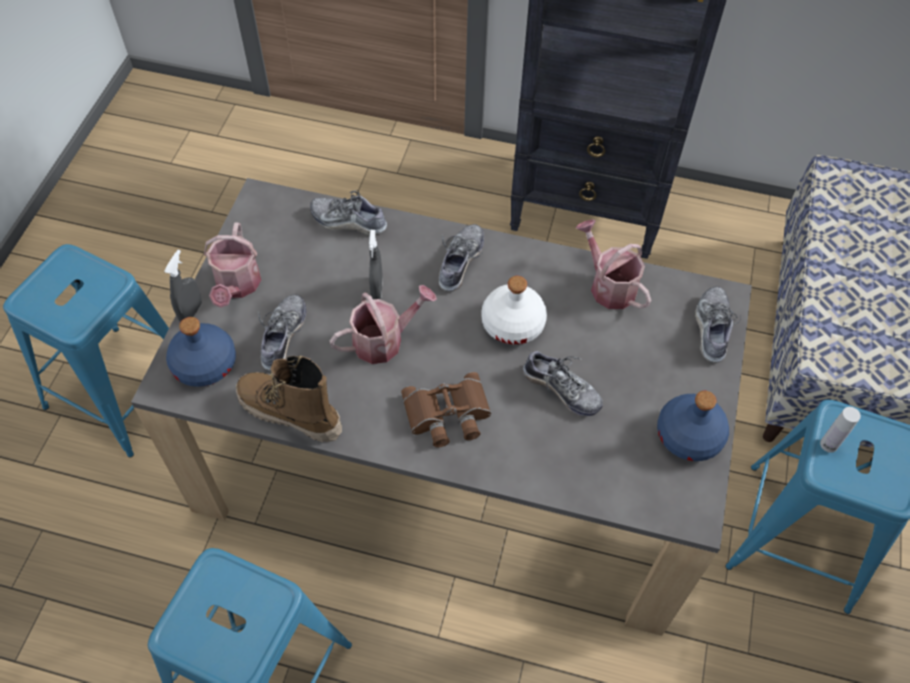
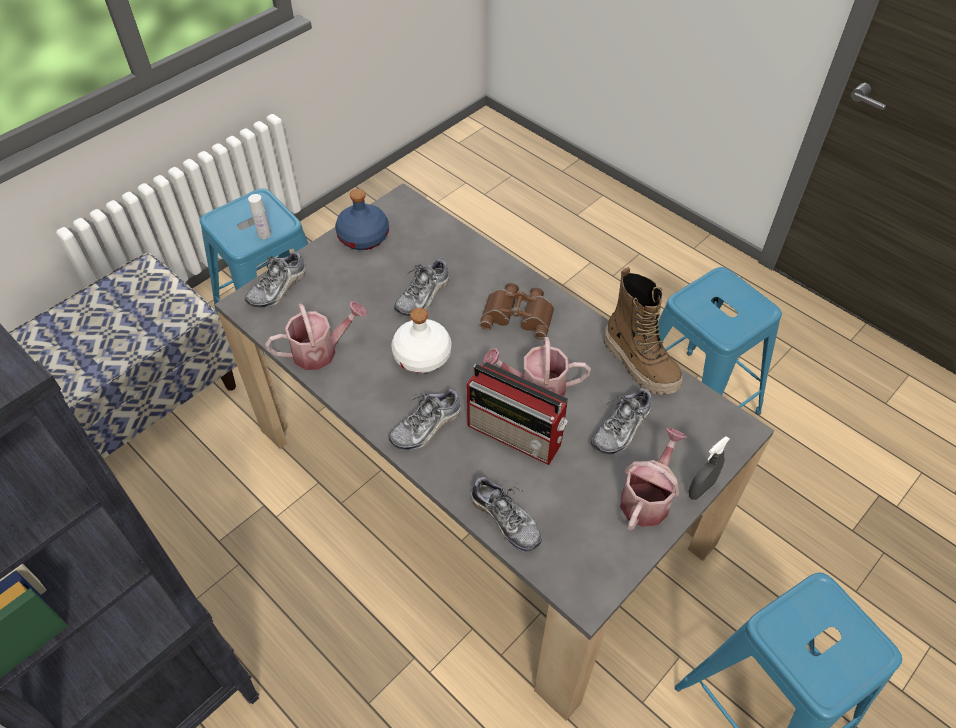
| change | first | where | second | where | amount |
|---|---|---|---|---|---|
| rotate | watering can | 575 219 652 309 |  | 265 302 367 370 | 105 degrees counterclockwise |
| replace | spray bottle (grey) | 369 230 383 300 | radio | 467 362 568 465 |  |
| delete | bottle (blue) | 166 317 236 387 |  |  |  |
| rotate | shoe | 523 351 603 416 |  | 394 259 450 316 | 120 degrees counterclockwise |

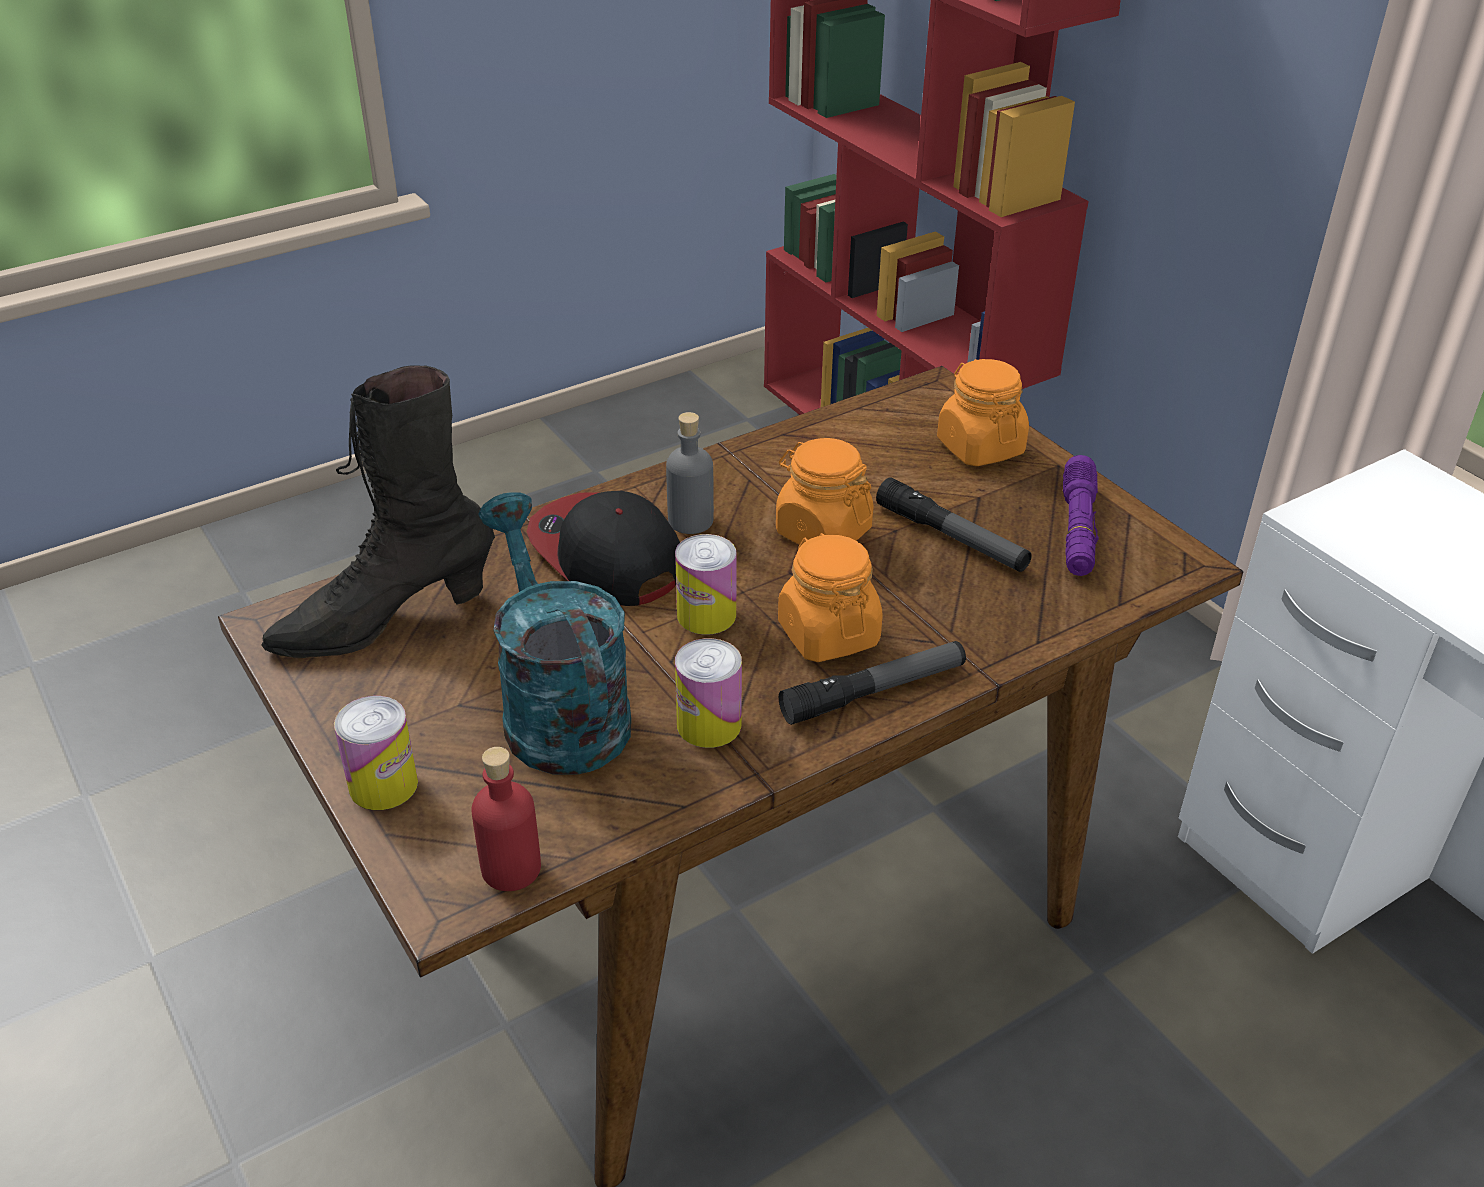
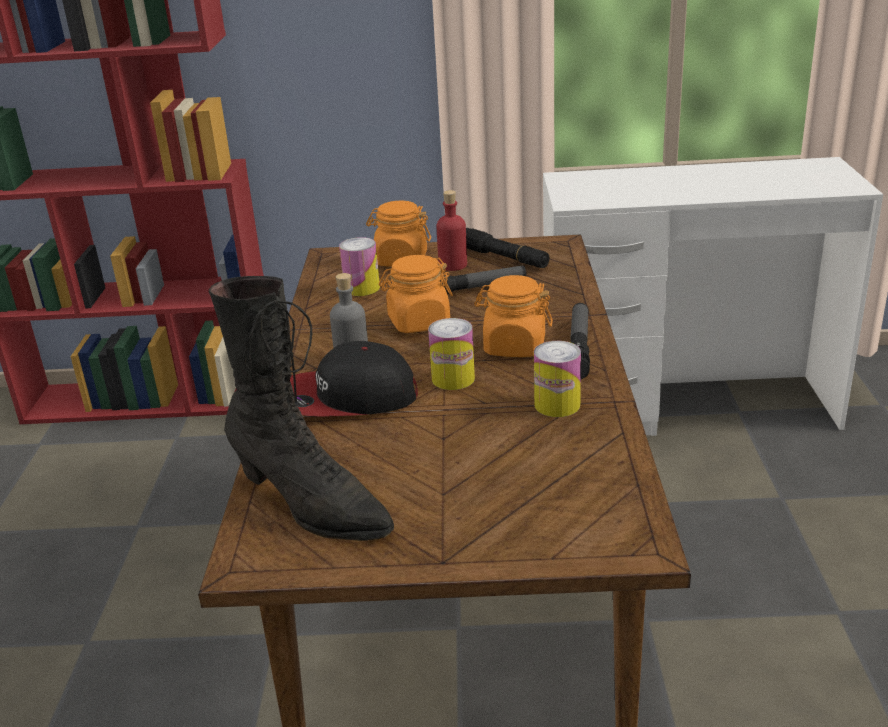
| change | first | where | second | where | amount |
|---|---|---|---|---|---|
| rotate | boot (black) | 261 365 495 659 |  | 209 276 394 541 | 60 degrees counterclockwise |
| recolor | flashlight (purple) | 1063 455 1099 576 | flashlight (black) | 466 228 550 268 |  |
| delete | watering can (turquoise) | 478 492 631 774 |  |  |  |
| move | can | 334 696 418 810 |  | 339 237 380 296 |  |
| move | bottle (red) | 471 747 541 891 |  | 437 190 467 271 |  |

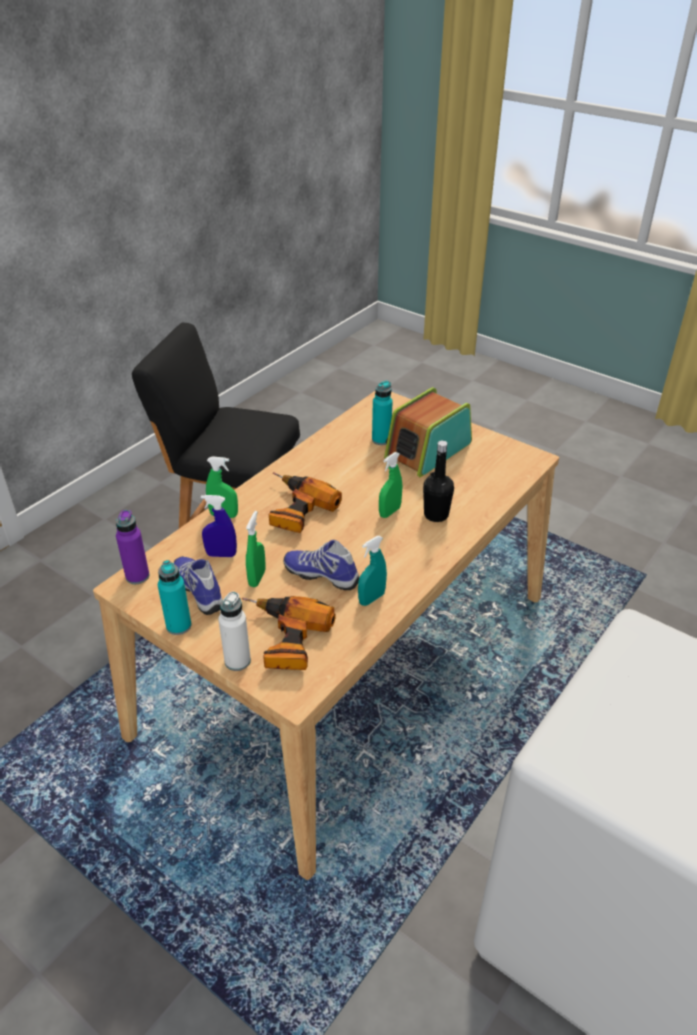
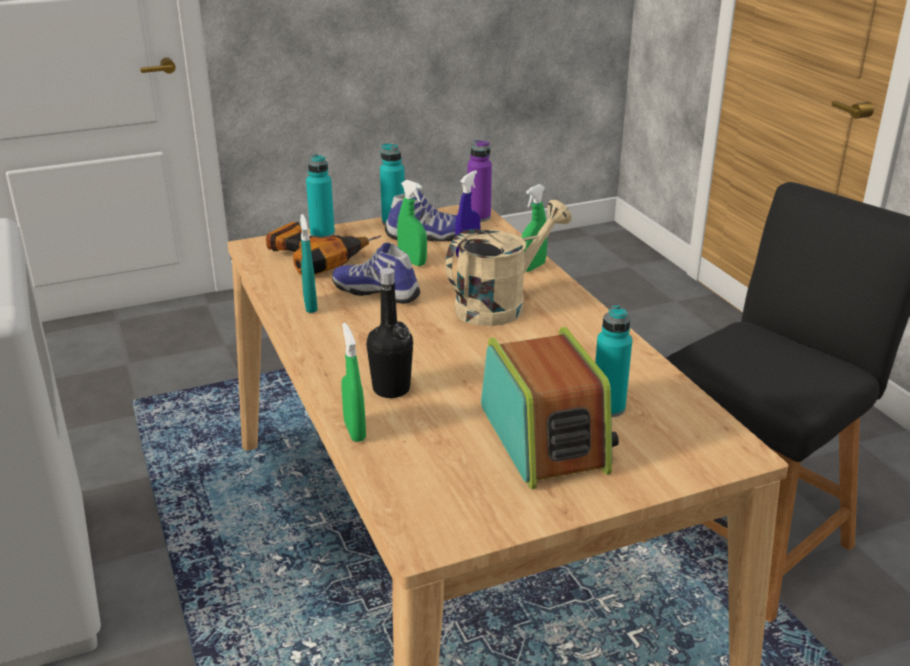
| change | first | where | second | where | amount |
|---|---|---|---|---|---|
| move | spray bottle (green) | 379 452 402 518 |  | 342 323 366 442 |  |
| replace | power drill | 269 472 342 533 | watering can (beige) | 446 200 572 326 |  |
| rotate | shoe | 284 540 359 590 |  | 332 243 420 304 | 120 degrees counterclockwise |
| recolor | bottle (white) | 218 592 251 671 | bottle (turquoise) | 306 154 335 238 |  |

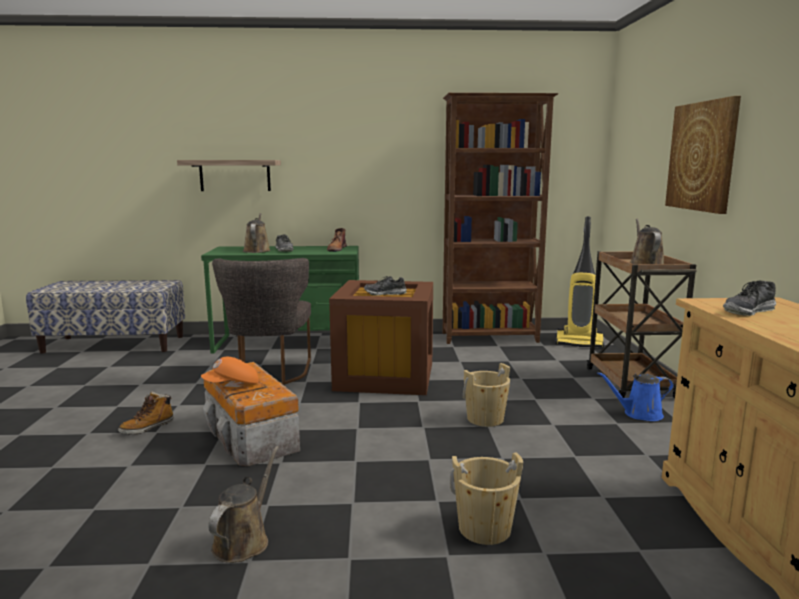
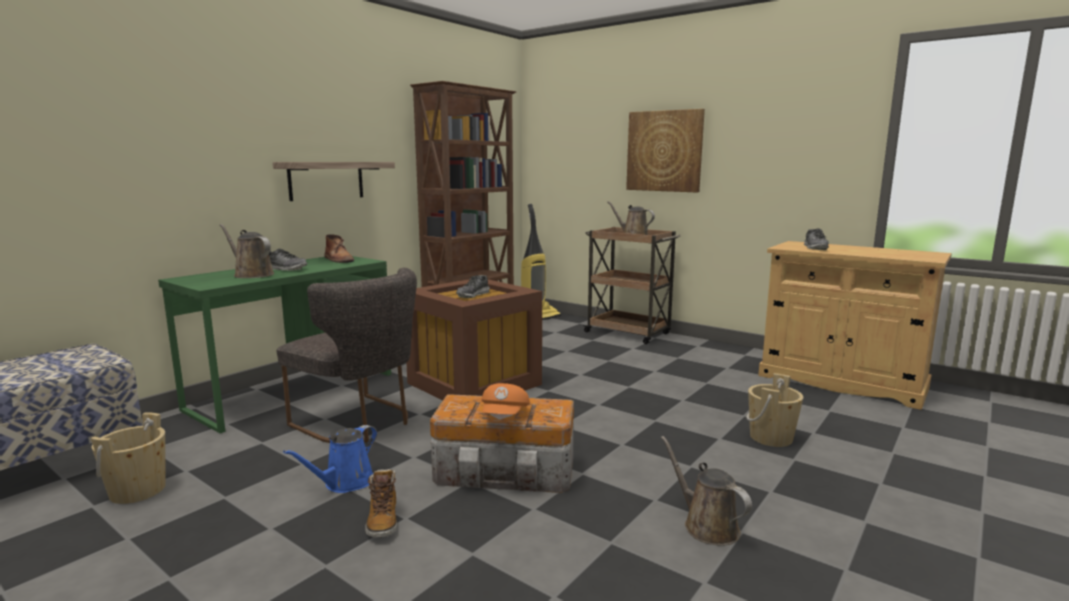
| change | first | where | second | where | amount |
|---|---|---|---|---|---|
| move | shelf | 177 160 281 191 |  | 273 162 395 201 |  |
| move | bucket (beige) | 463 363 510 427 |  | 91 412 166 504 |  |
| move | watering can (blue) | 597 372 674 421 |  | 283 425 377 493 |  |

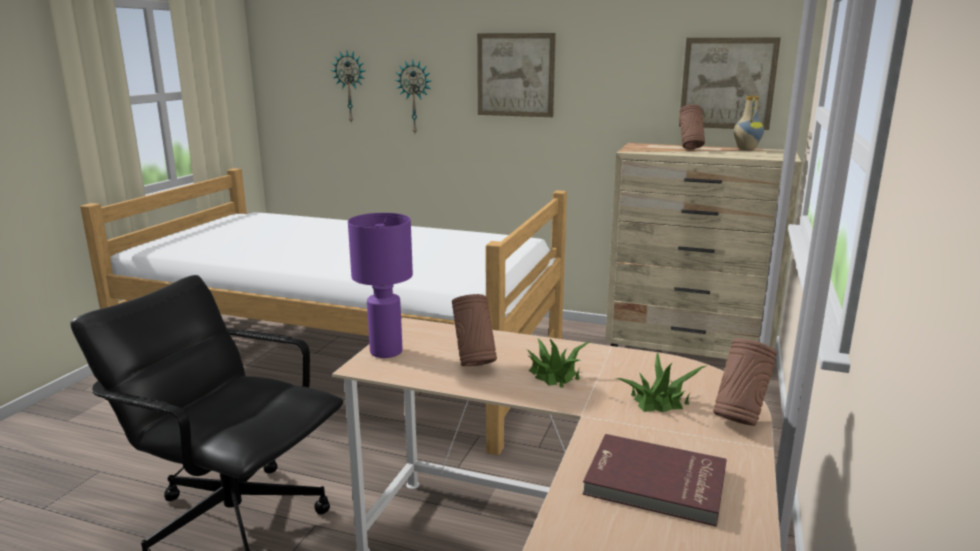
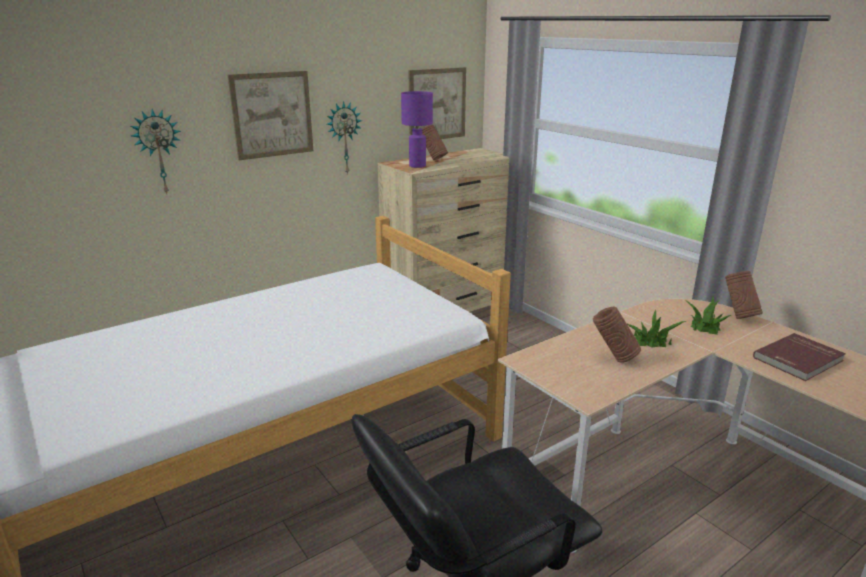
| change | first | where | second | where | amount |
|---|---|---|---|---|---|
| move | wall clock | 331 51 365 124 |  | 327 101 362 175 |  |
| delete | vase | 734 96 764 150 |  |  |  |
| move | table lamp (purple) | 348 213 413 358 |  | 401 91 433 168 |  |

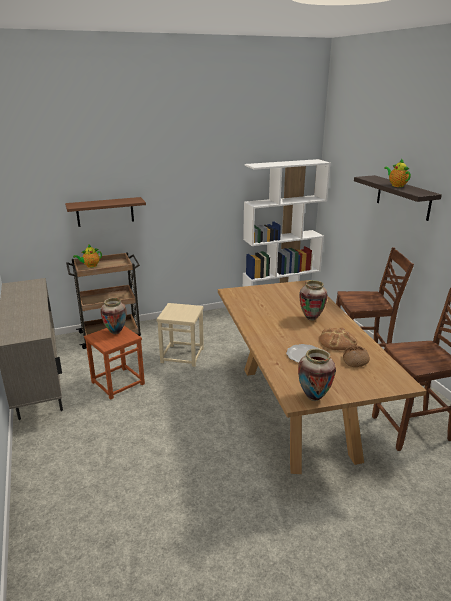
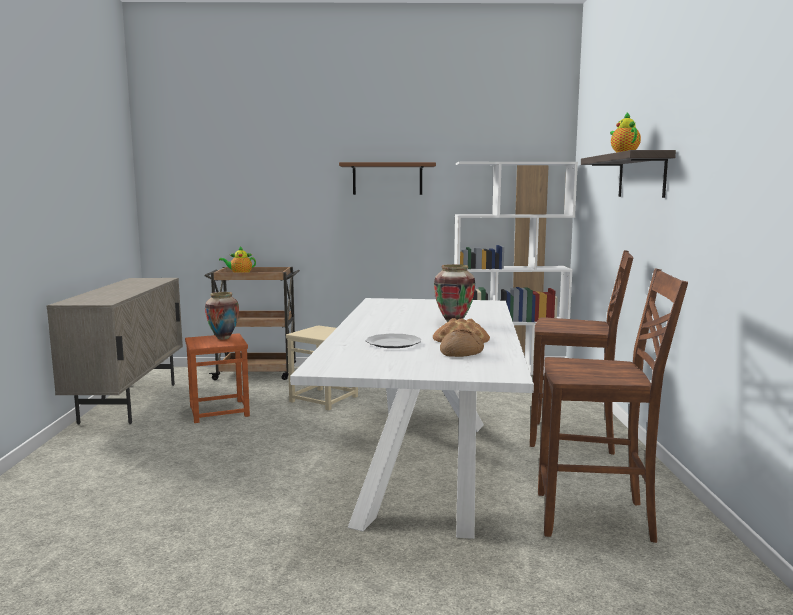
| change | first | where | second | where | amount |
|---|---|---|---|---|---|
| move | shelf (brown) | 65 197 146 227 |  | 339 162 436 195 |  |
| recolor | dining table (brown) | 218 280 426 474 | dining table (white) | 290 298 534 539 |  |
| delete | vase | 298 349 336 401 |  |  |  |

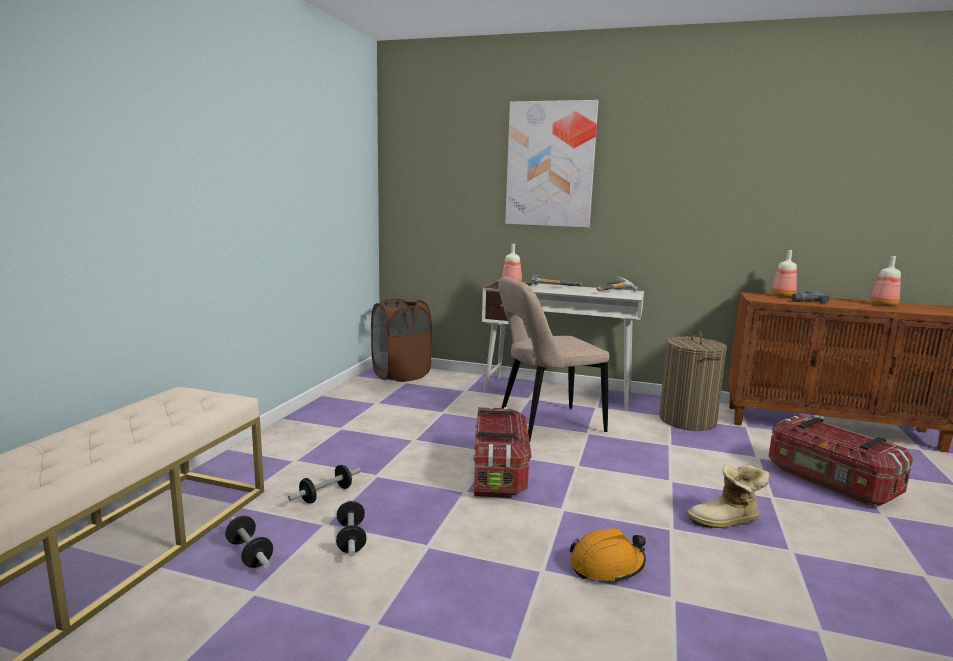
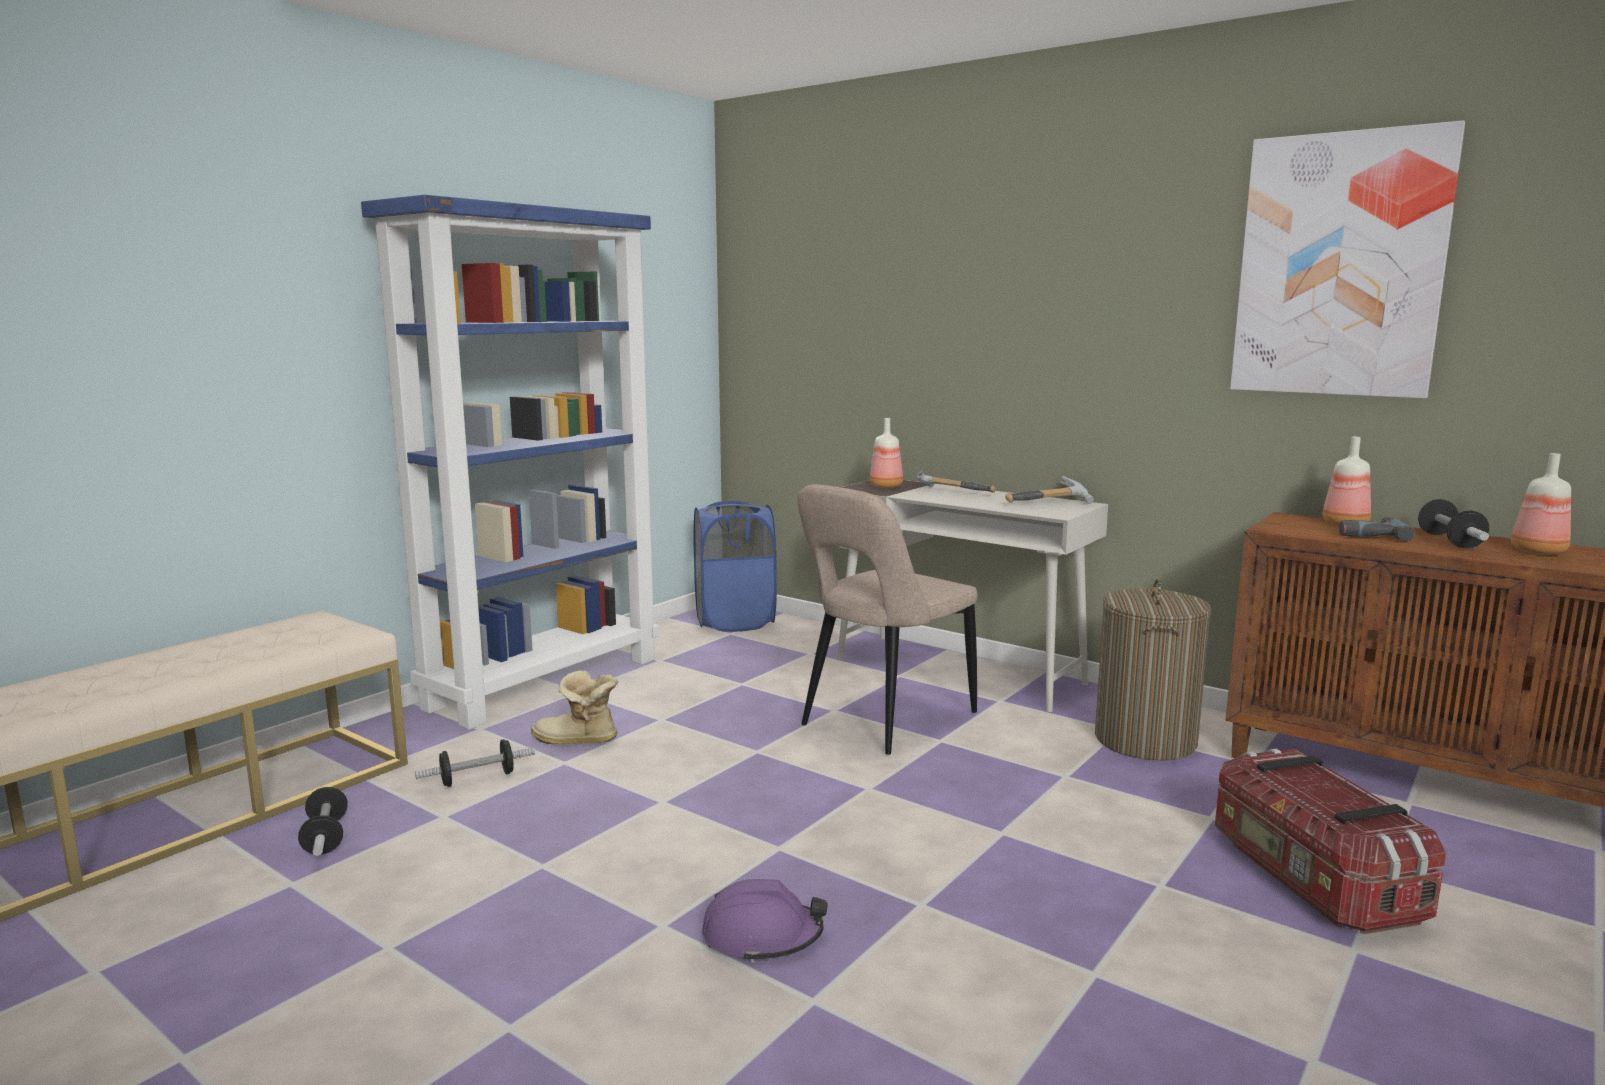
| change | first | where | second | where | amount |
|---|---|---|---|---|---|
| move | picture | 505 100 598 228 |  | 1230 120 1465 399 |  |
| rotate | chair (beige) | 498 277 609 441 |  | 797 484 978 755 | 45 degrees counterclockwise |
| recolor | laundry basket (brown) | 371 298 432 382 | laundry basket (blue) | 693 501 777 632 |  |
| delete | storage box | 473 407 531 498 |  |  |  |
| move | boot | 687 464 769 528 |  | 531 670 618 744 |  |
| move | dumbbell | 336 500 367 557 |  | 1418 499 1489 549 |  |
| recolor | hard hat (orange) | 570 528 646 583 | hard hat (purple) | 702 879 827 963 |  |
| insert |  |  | bookcase (blue) | 361 195 659 729 |  |

